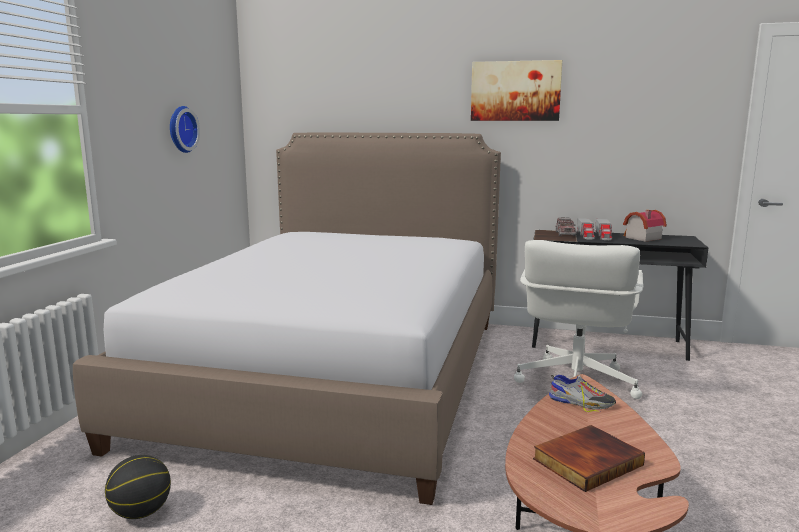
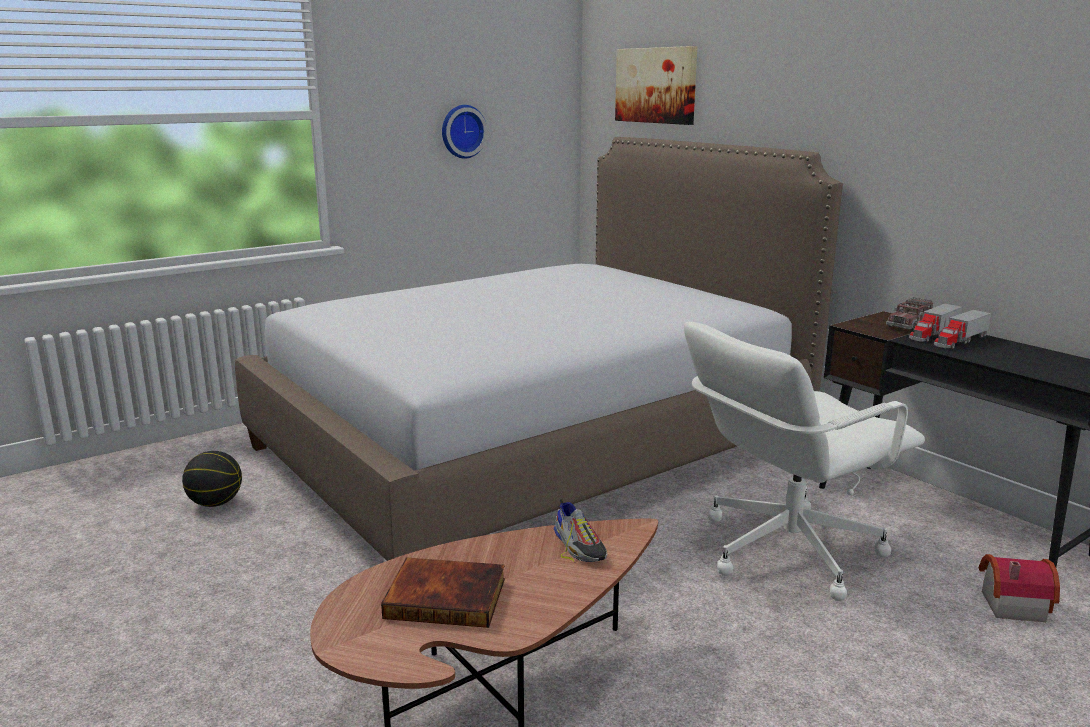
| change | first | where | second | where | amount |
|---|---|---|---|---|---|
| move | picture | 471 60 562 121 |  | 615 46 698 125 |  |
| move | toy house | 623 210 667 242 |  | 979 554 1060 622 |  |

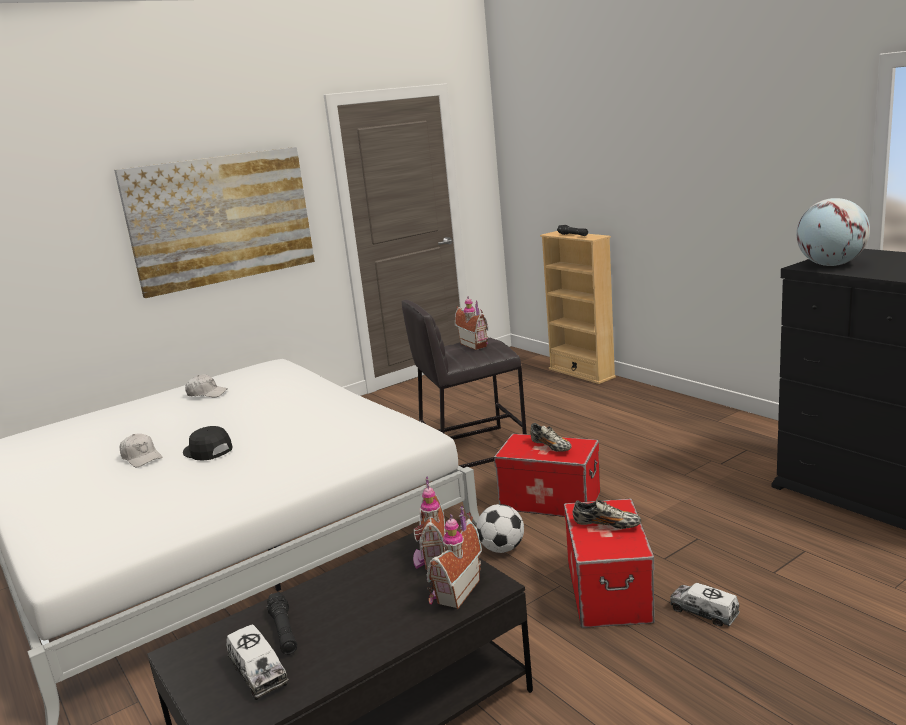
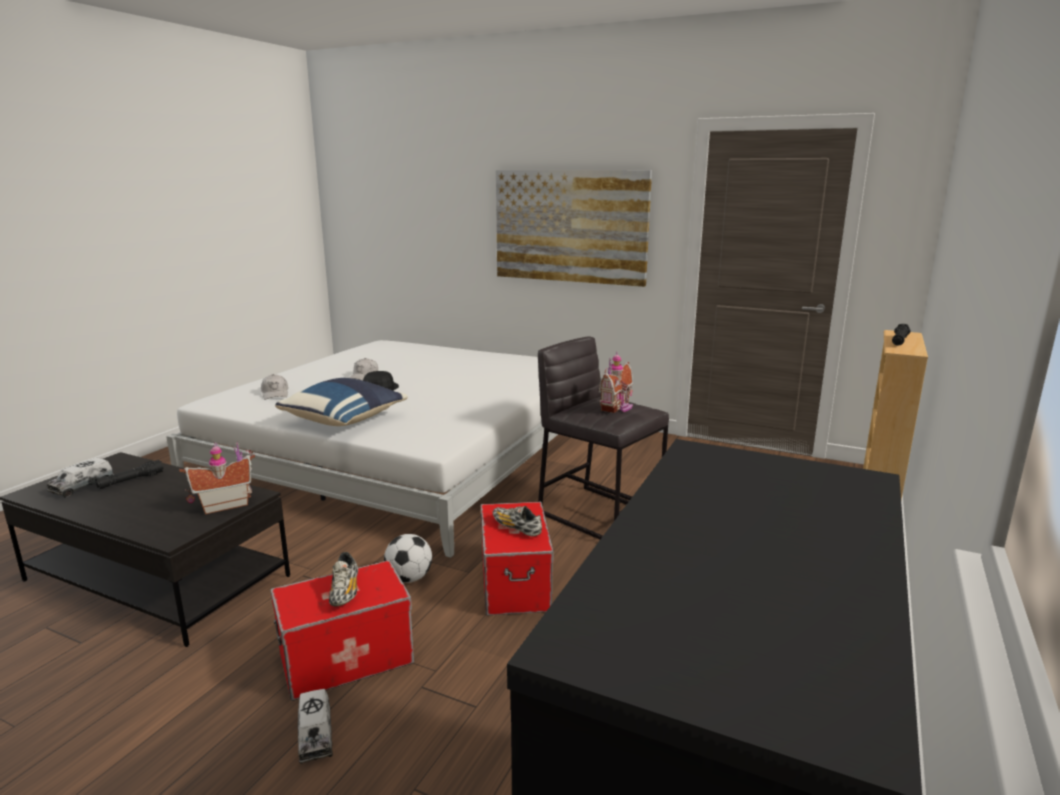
| change | first | where | second | where | amount |
|---|---|---|---|---|---|
| delete | globe | 796 198 870 266 |  |  |  |
| move | cap (white) | 185 374 228 397 |  | 261 374 288 399 |  |
| rotate | shoe | 530 423 572 452 |  | 493 506 542 536 | 105 degrees clockwise |
| delete | toy house | 427 506 482 609 |  |  |  |
| rotate | toy truck | 670 583 740 626 |  | 298 689 333 764 | 150 degrees clockwise |
| insert |  |  | pillow (blue) | 275 378 408 426 |  |

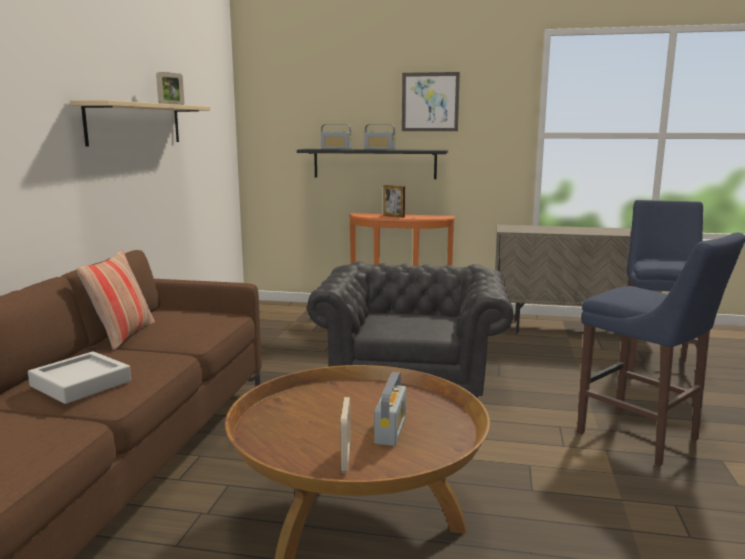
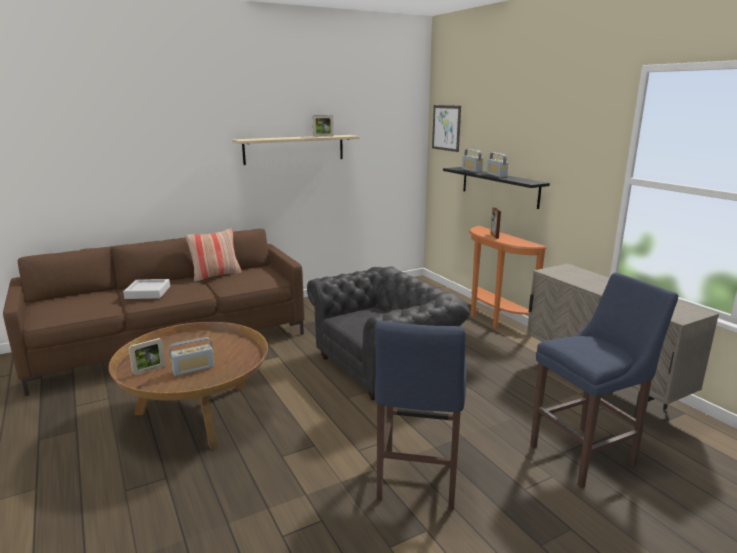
| change | first | where | second | where | amount |
|---|---|---|---|---|---|
| move | picture | 402 72 460 131 |  | 432 105 461 152 |  |

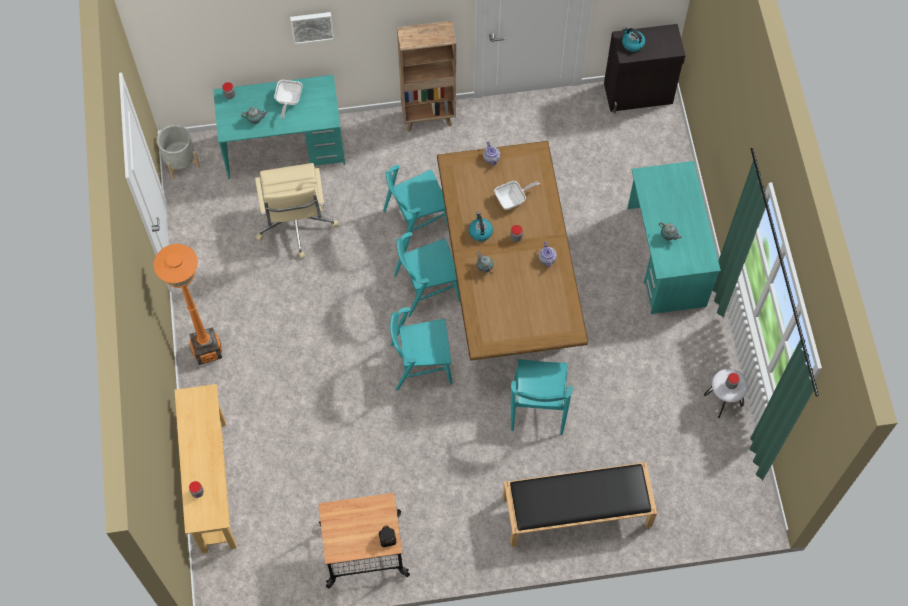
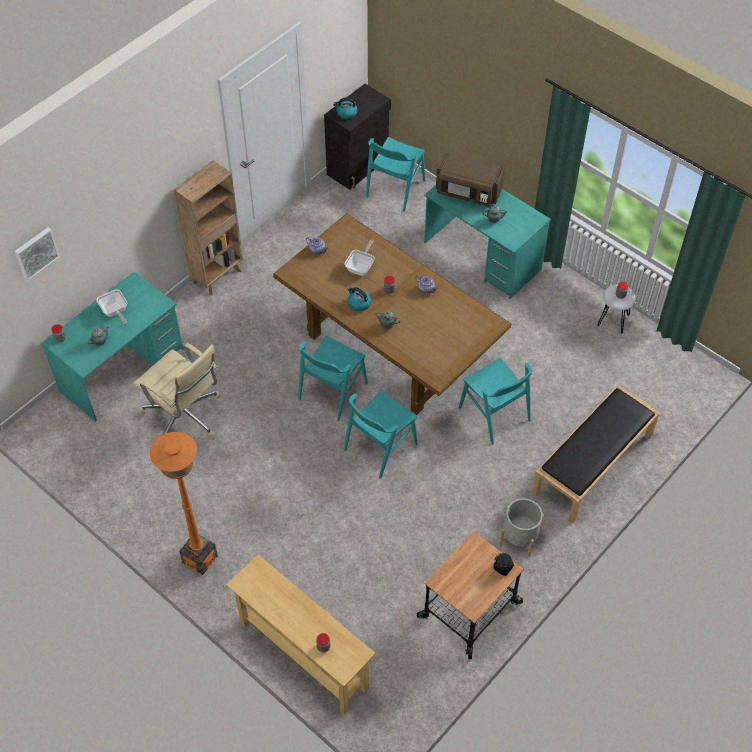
| change | first | where | second | where | amount |
|---|---|---|---|---|---|
| move | picture | 290 12 334 44 |  | 15 227 60 281 |  |
| move | planter (grey) | 157 125 200 179 |  | 499 498 544 557 |  |
| move | chair (turquoise) | 383 165 449 246 |  | 366 137 425 212 |  |
| insert |  |  | microwave (brown) | 436 152 505 207 |  |

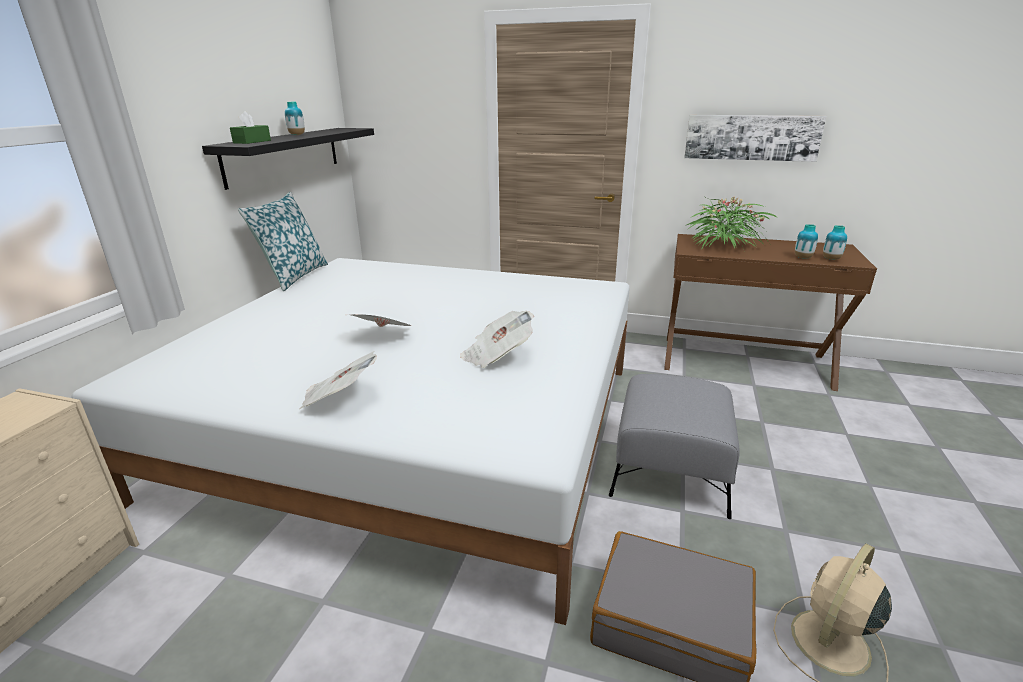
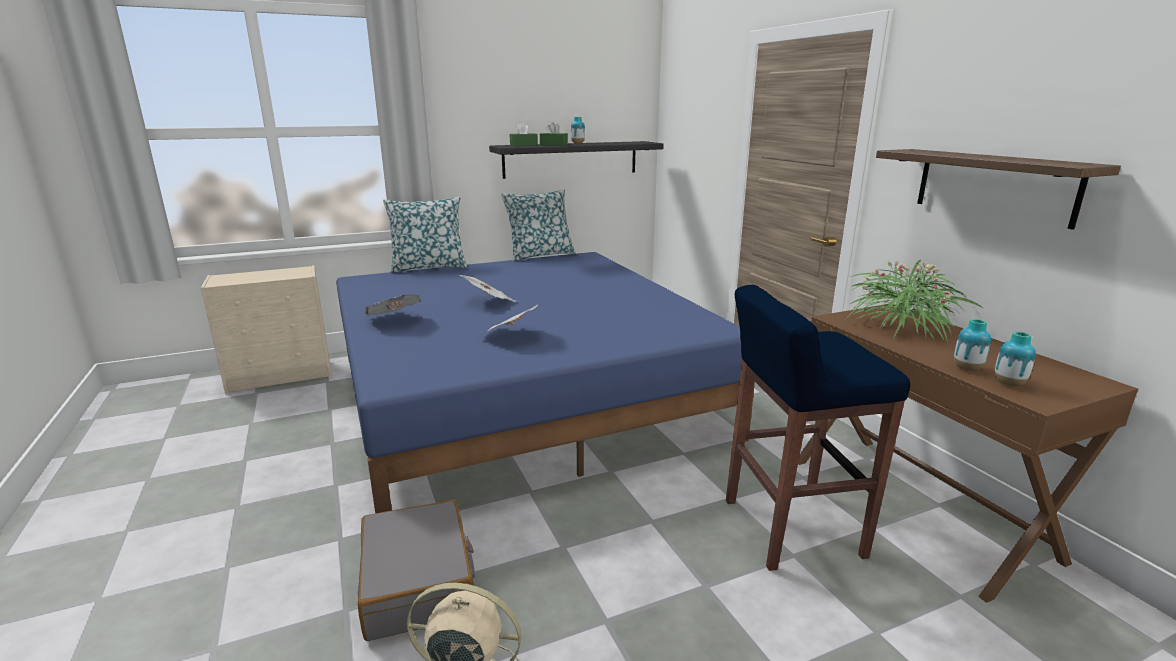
| change | first | where | second | where | amount |
|---|---|---|---|---|---|
| replace | picture | 684 115 826 162 | shelf | 876 149 1121 230 |  |
| recolor | bed (white) | 71 258 630 625 | bed (blue) | 336 252 755 513 |  |
| delete | ottoman (grey) | 609 374 740 519 |  |  |  |
| insert |  |  | tissue box (green) | 540 122 568 146 |  |
| insert |  |  | pillow | 383 196 467 273 |  |
| insert |  |  | stool (blue) | 726 285 910 571 |  |

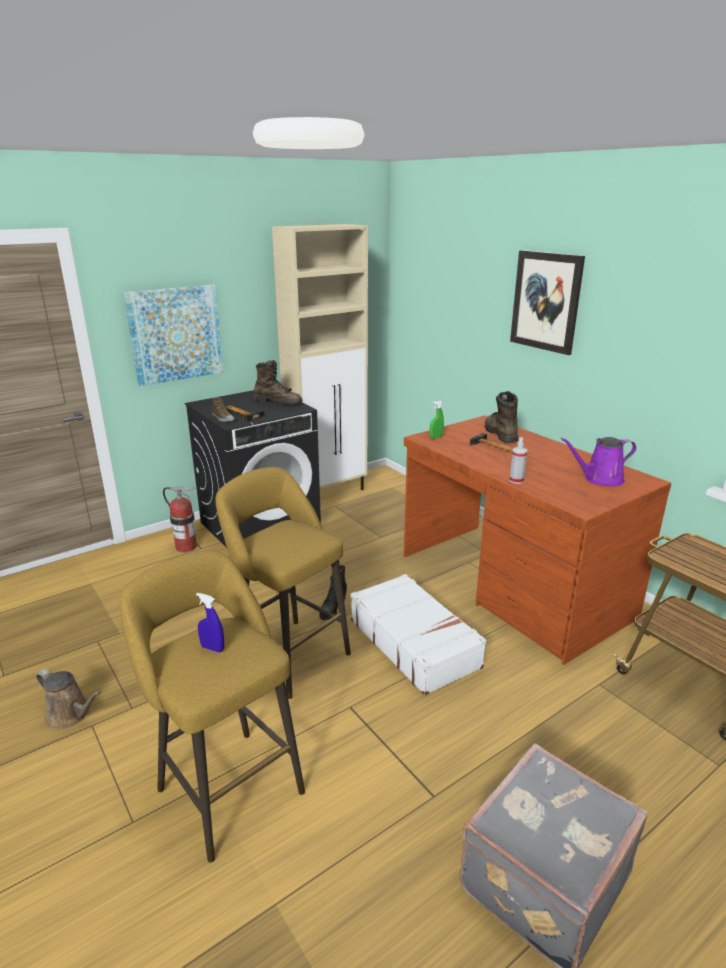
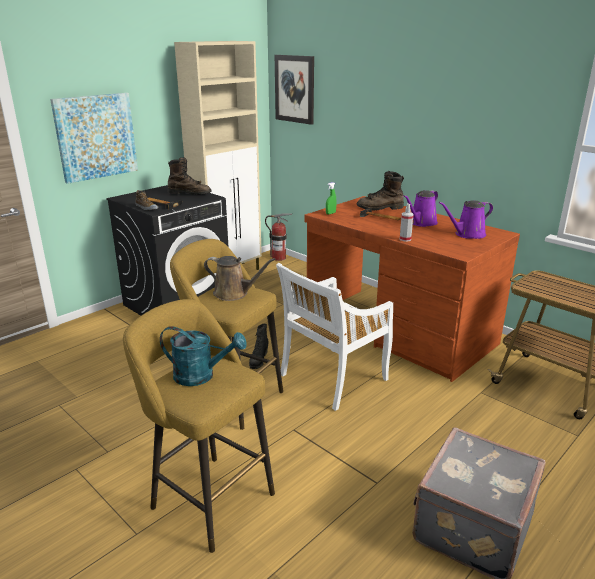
| change | first | where | second | where | amount |
|---|---|---|---|---|---|
| move | picture | 510 250 585 355 |  | 275 55 314 125 |  |
| rotate | boot (brown) | 485 391 518 443 |  | 356 171 404 211 | 75 degrees counterclockwise |
| move | fire extinguisher | 163 486 197 553 |  | 265 213 292 261 |  |
| replace | suitcase (white) | 351 574 487 696 | chair (white) | 276 263 393 411 |  |
| replace | spray bottle (blue) | 196 593 224 653 | watering can (turquoise) | 160 326 247 386 |  |
| move | watering can (brown) | 36 669 101 729 |  | 204 256 276 301 |  |
| insert |  |  | watering can (purple) | 404 190 438 227 |  |

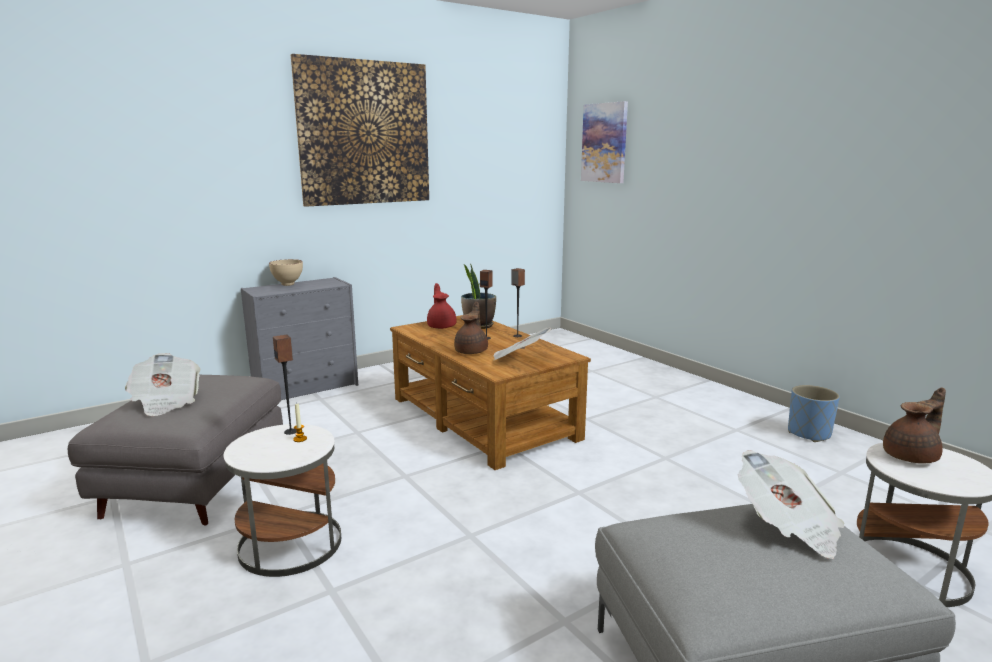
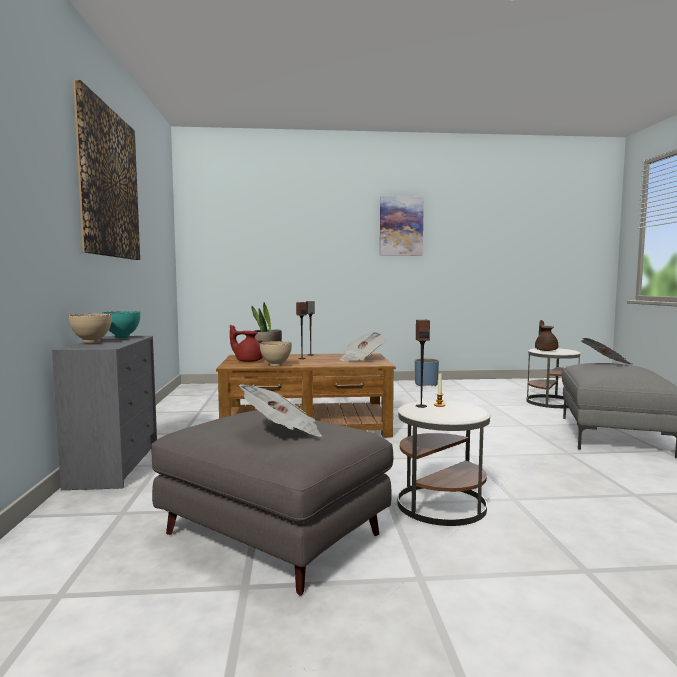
| change | first | where | second | where | amount |
|---|---|---|---|---|---|
| move | picture | 581 101 628 183 |  | 380 196 424 255 |  |
| delete | teapot (brown) | 454 302 488 354 |  |  |  |
| insert |  |  | bowl (turquoise) | 102 311 140 338 |  |
| insert |  |  | bowl (beige) | 260 341 292 367 |  |

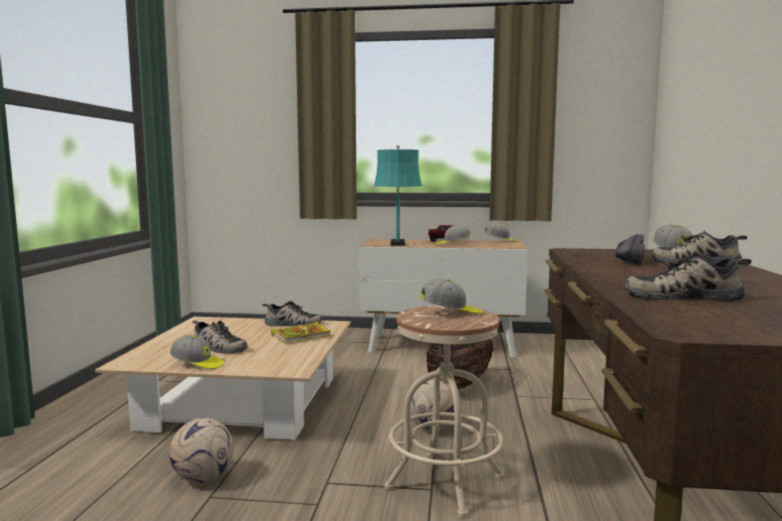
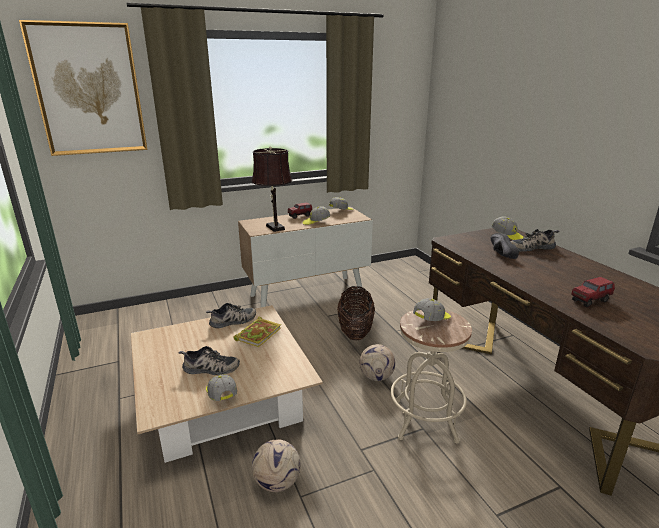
| change | first | where | second | where | amount |
|---|---|---|---|---|---|
| recolor | table lamp (turquoise) | 374 145 422 246 | table lamp (brown) | 252 147 292 232 |  |
| replace | shoe | 625 253 752 301 | toy truck | 572 277 615 307 |  |
| rotate | cap | 170 335 224 369 |  | 206 374 237 401 | 105 degrees counterclockwise |
| insert |  |  | picture | 19 20 148 156 |  |

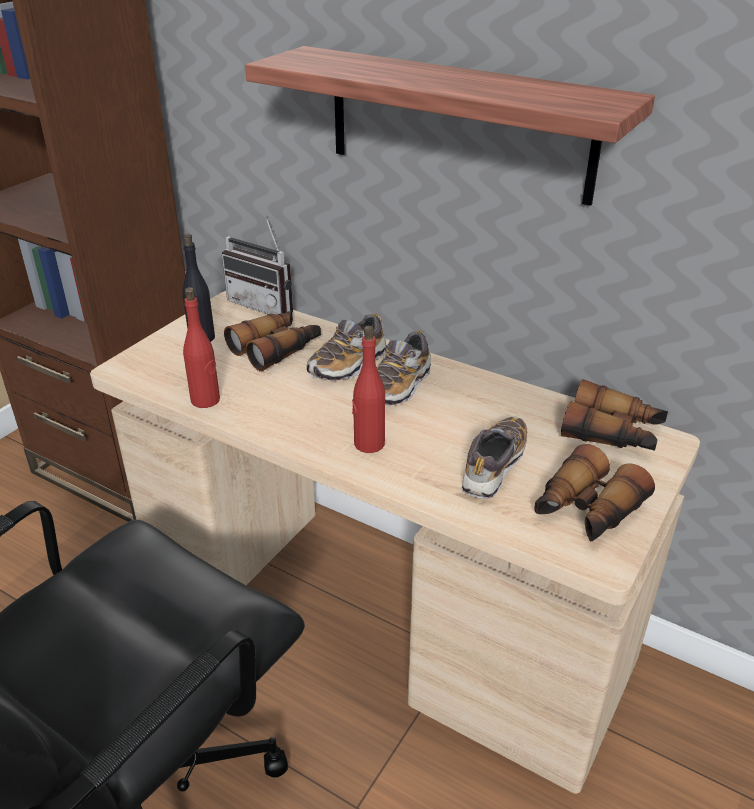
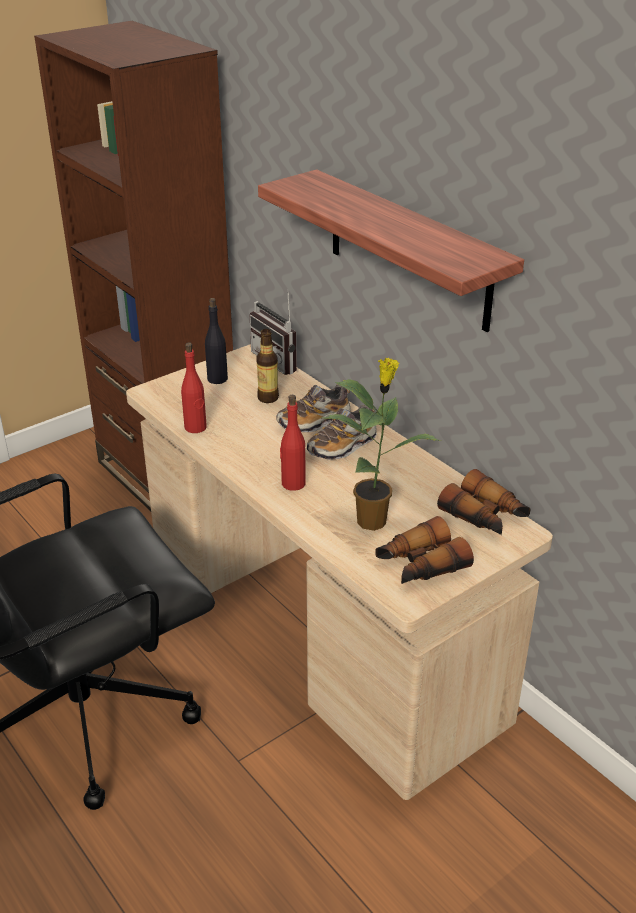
| change | first | where | second | where | amount |
|---|---|---|---|---|---|
| replace | binoculars | 224 310 321 371 | bottle | 256 329 279 403 |  |
| replace | shoe | 462 417 527 499 | potted plant | 322 358 441 531 |  |

